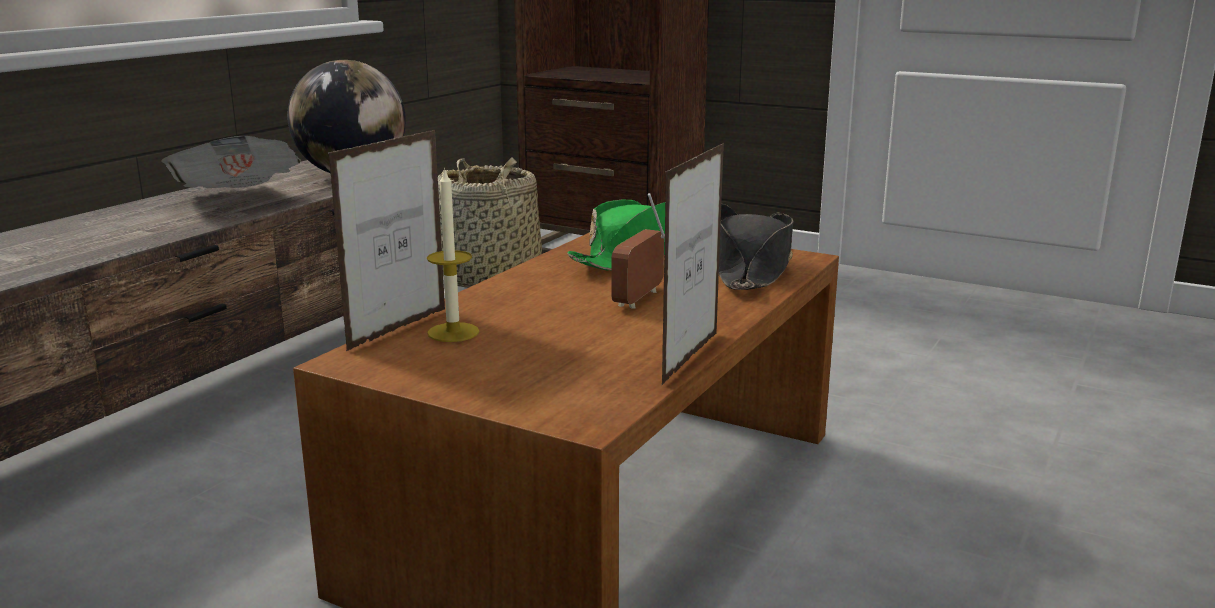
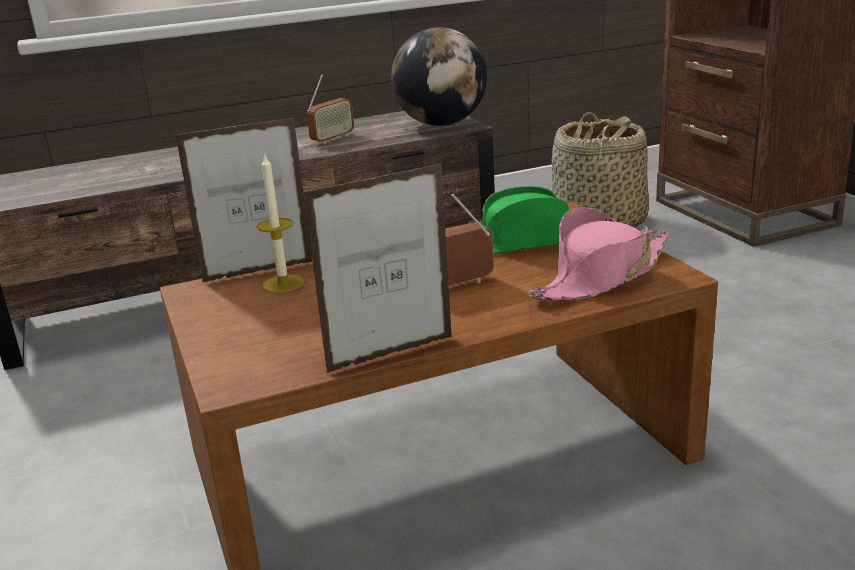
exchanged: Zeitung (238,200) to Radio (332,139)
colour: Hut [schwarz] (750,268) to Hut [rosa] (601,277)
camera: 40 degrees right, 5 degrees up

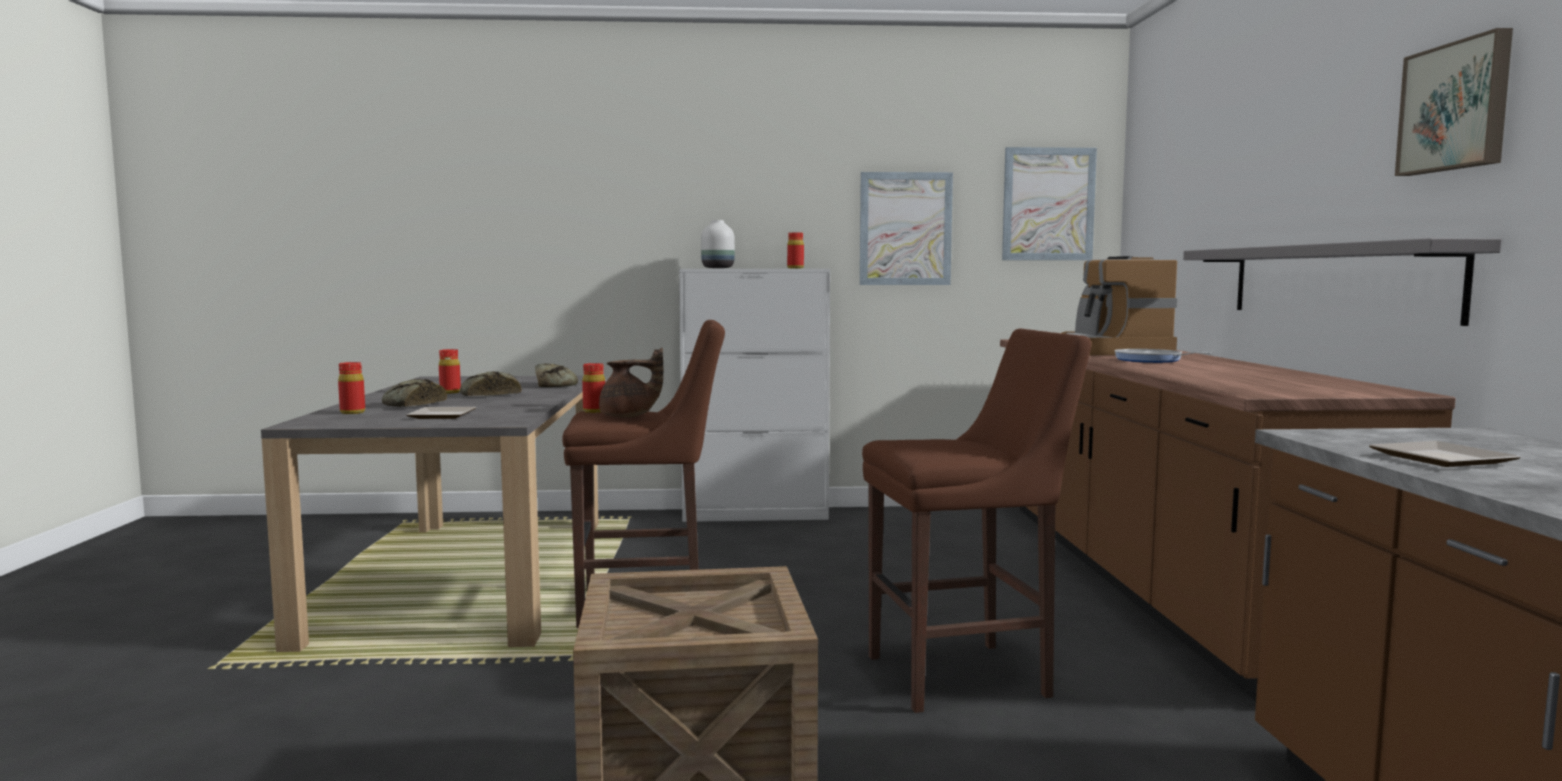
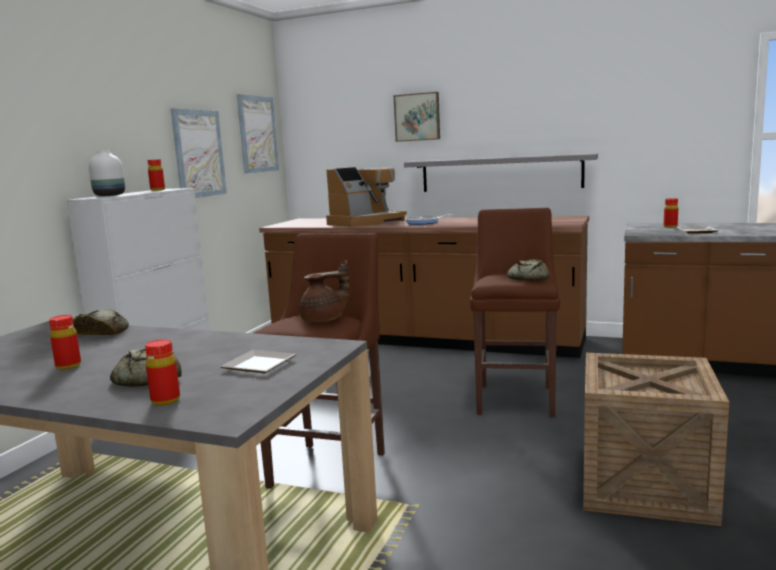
relocated: Bild (1456,107) to (417,117); Brot (488,394) to (527,278); Flasche [rot] (594,411) to (670,227)
spun: Teekanne [braun] (628,416) = (324,320) 45 degrees clockwise; Kaffeemaschine (1109,350) = (366,222) 60 degrees counterclockwise
camera: 65 degrees left, 5 degrees up

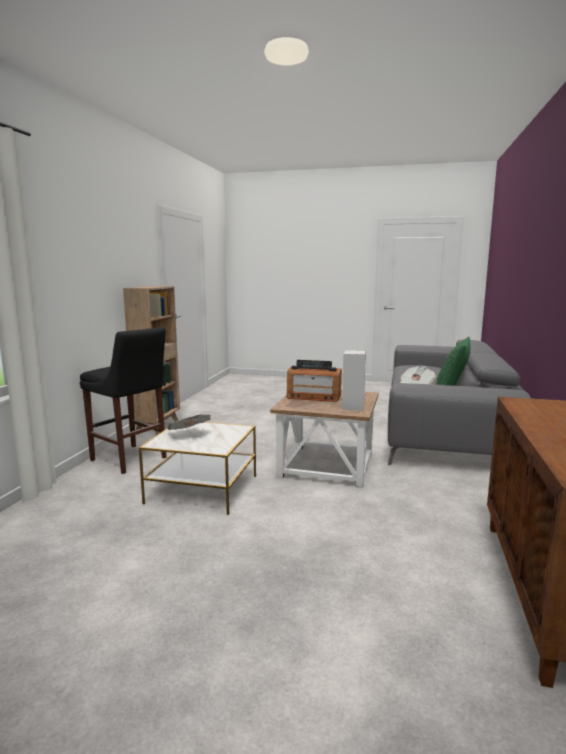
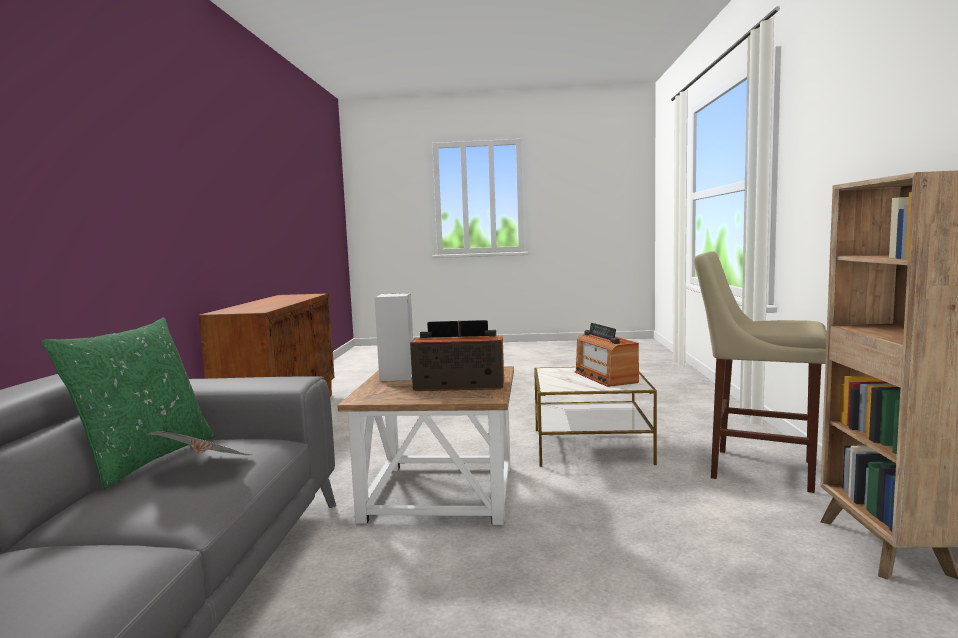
exchanged: Zeitung (189,434) to Radio (605,377)
colour: Hocker [schwarz] (130,460) to Hocker [beige] (755,468)
camera: 170 degrees right, 5 degrees down

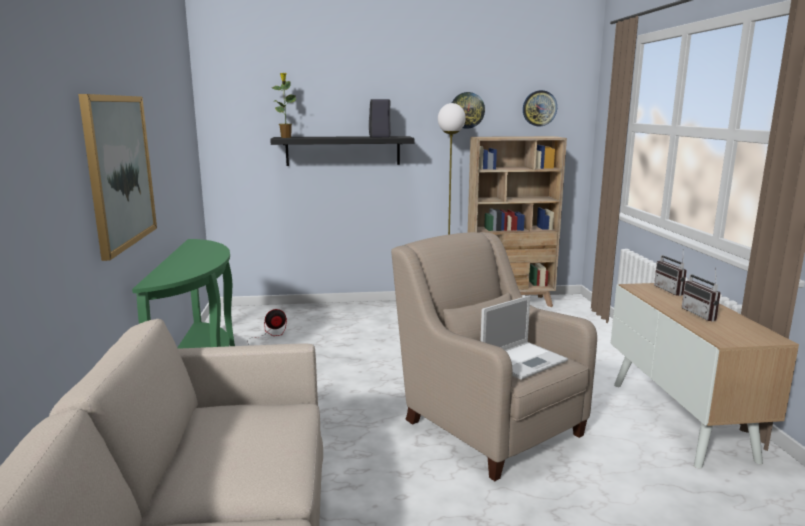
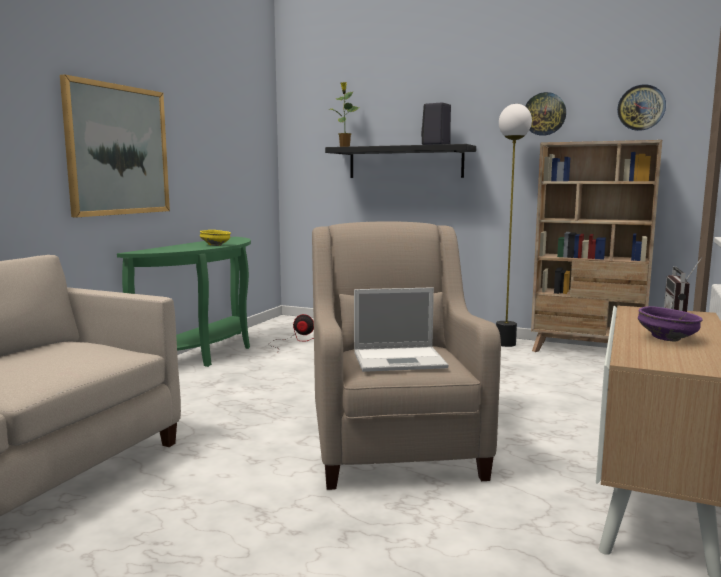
appeared: Schüssel [gelb] (216,245)
exchanged: Radio (703,315) to Schüssel [lila] (668,339)
camera: 30 degrees right, 5 degrees down

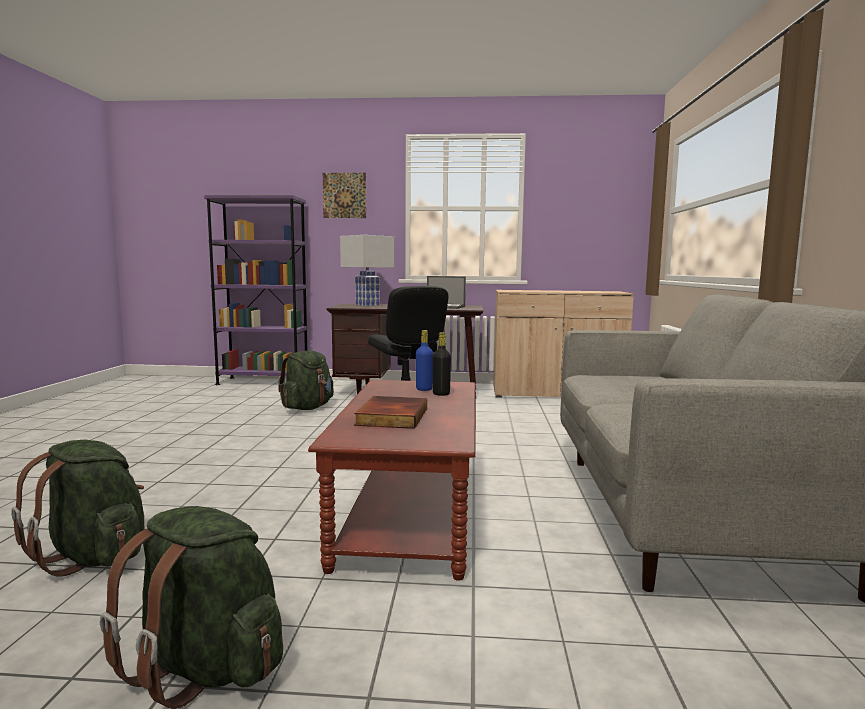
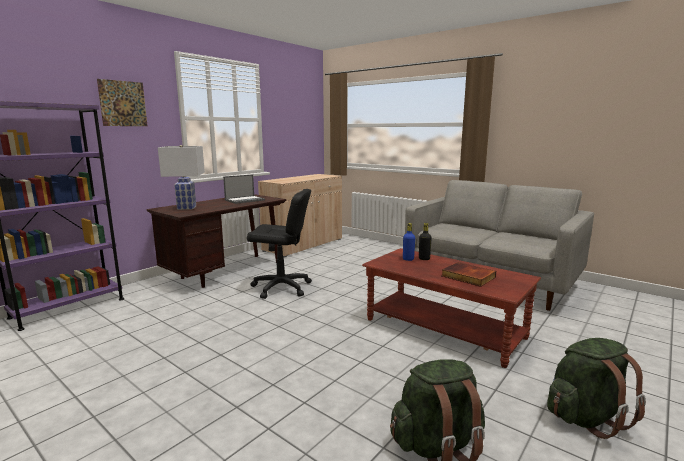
missing: Rucksack [grün] (307,408)
camera: 55 degrees left, 5 degrees up

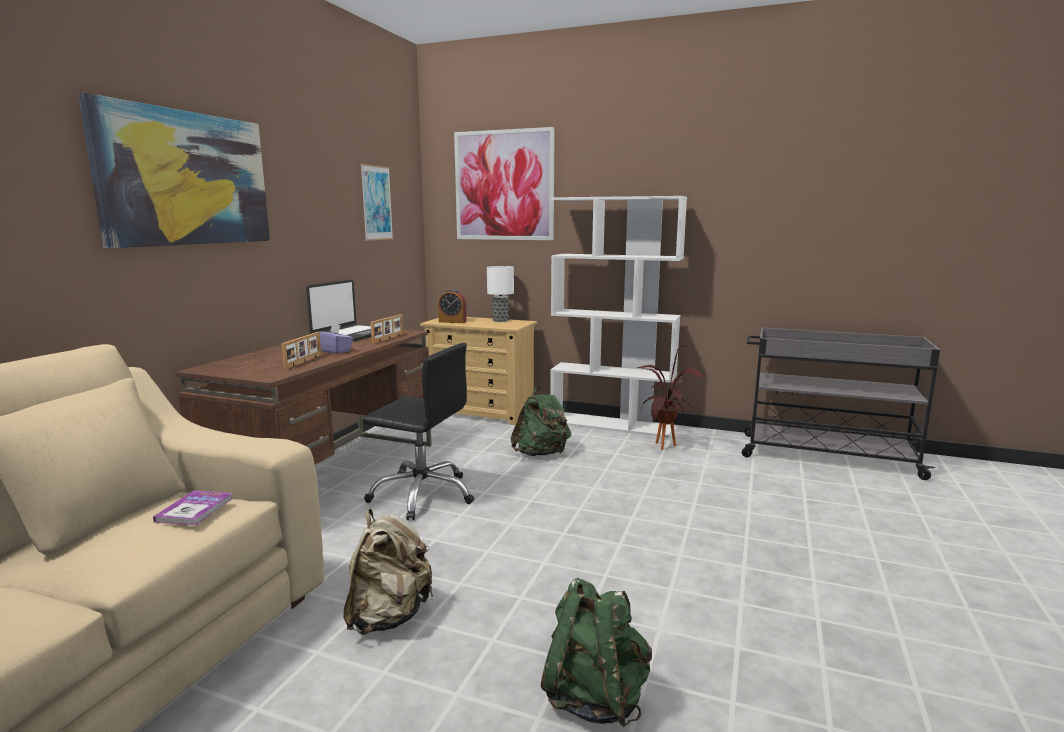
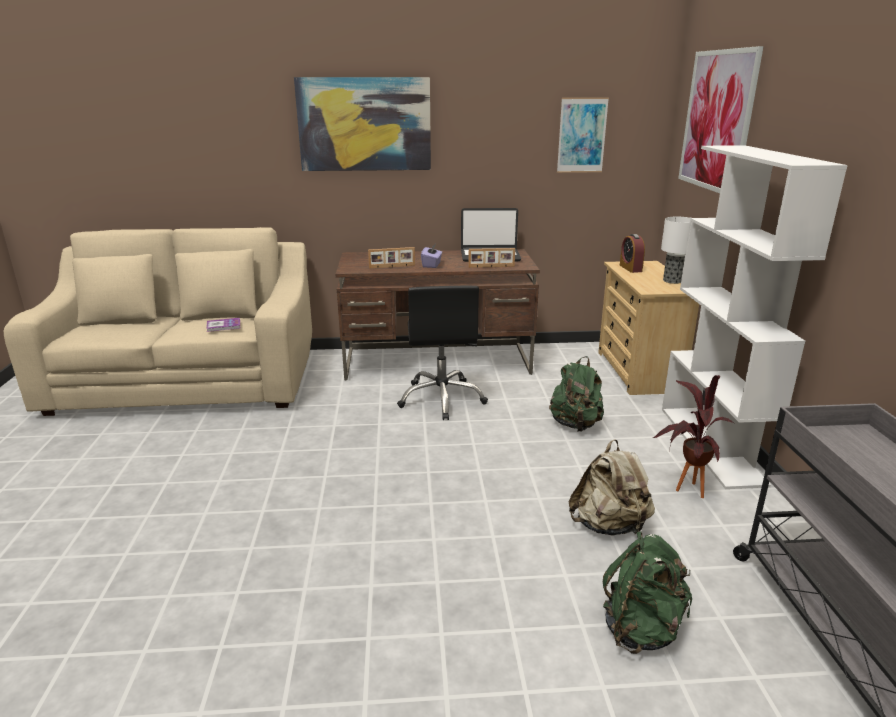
relocated: Rucksack [beige] (389,616) to (609,525); Rucksack [grün] (595,697) to (641,629)
camera: 65 degrees right, 10 degrees up

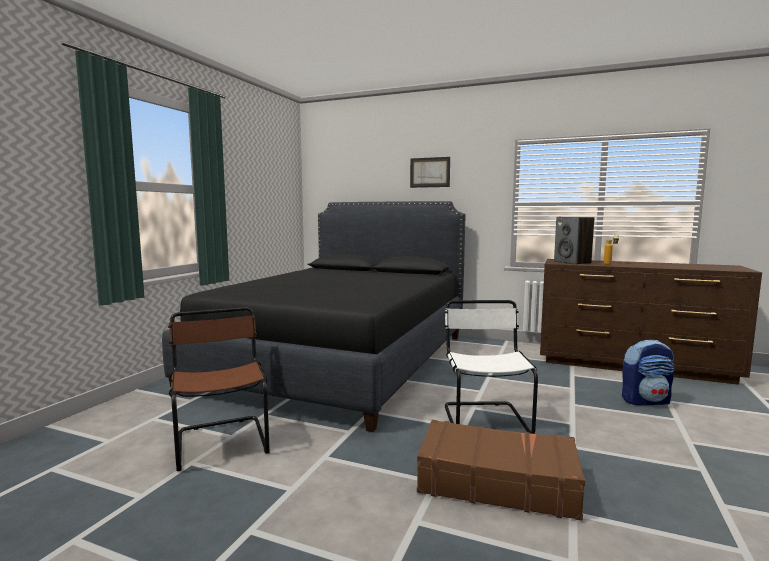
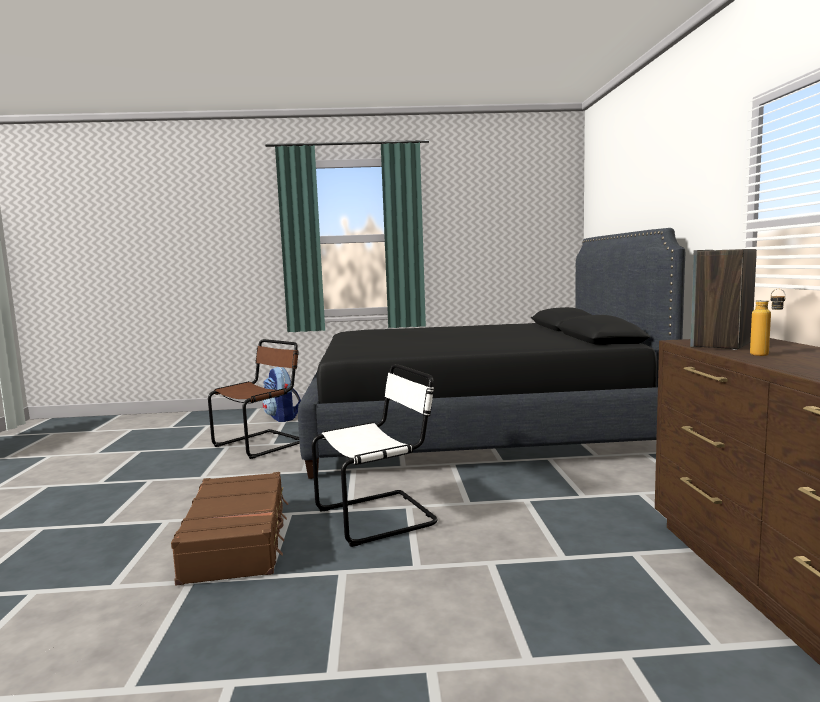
missing: Bild (430,172)
relocated: Rucksack (645,401) to (282,418)
camera: 65 degrees right, 0 degrees up

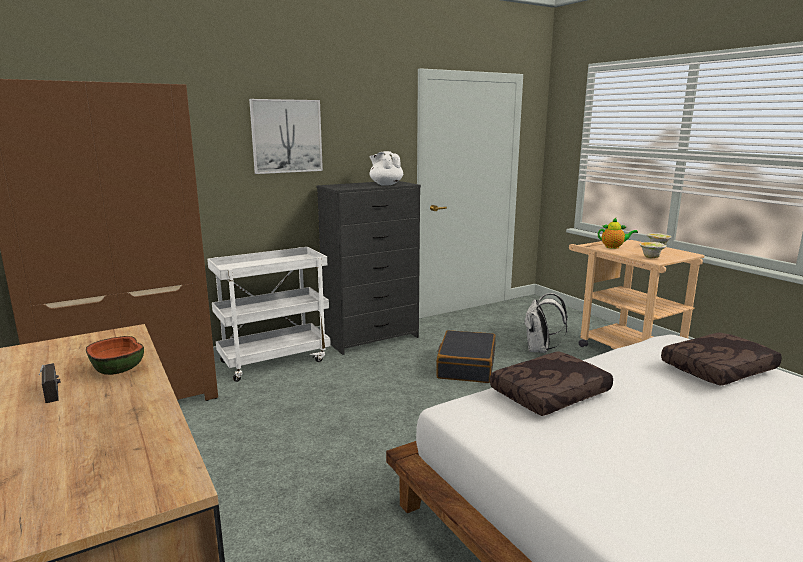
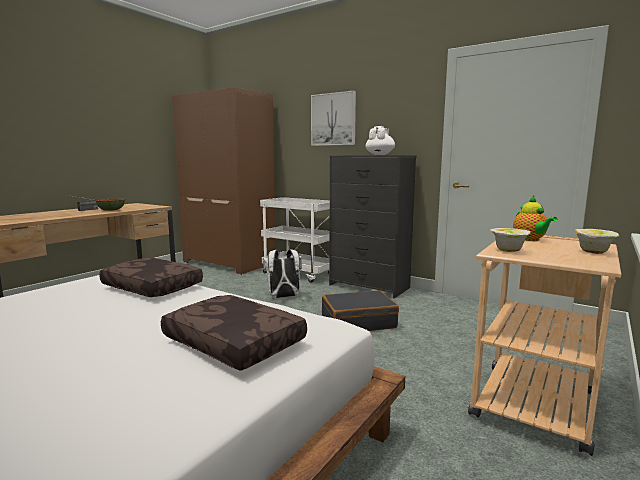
relocated: Rucksack [weiß] (540,350) to (283,297)
camera: 65 degrees right, 5 degrees down

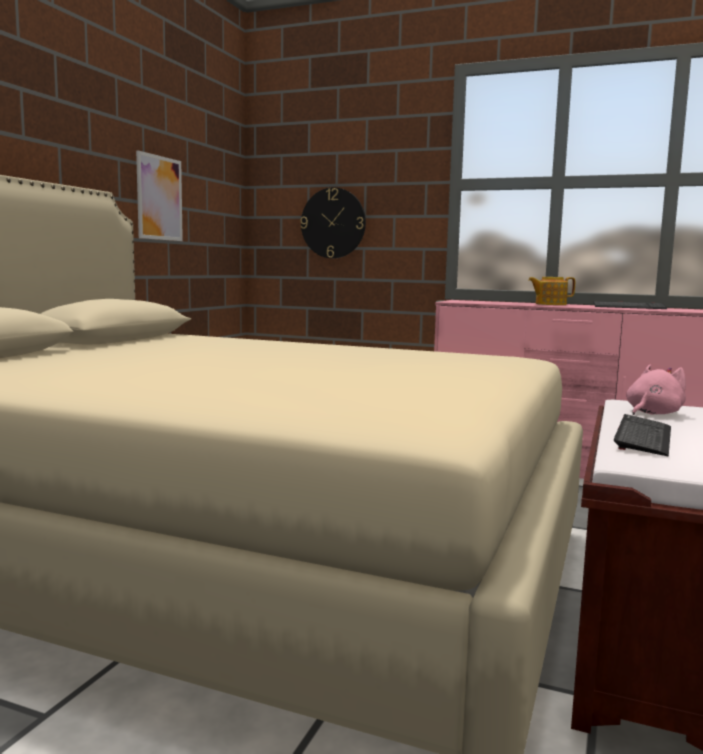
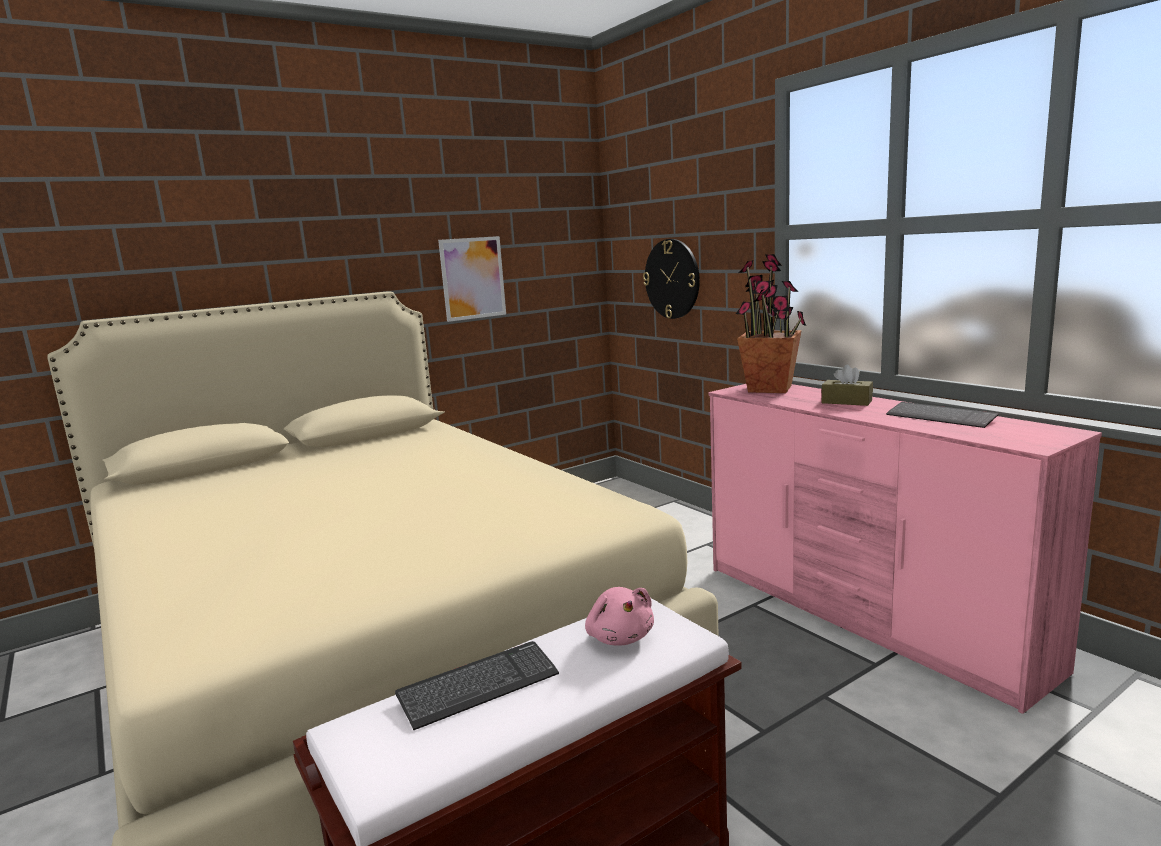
appeared: Topfpflanze (770,389)
exchanged: Teekanne (550,304) to Taschentuchbox [braun] (846,402)
spun: Plüschtier [rosa] (652,413) = (619,637) 75 degrees clockwise
camera: 35 degrees right, 5 degrees up

